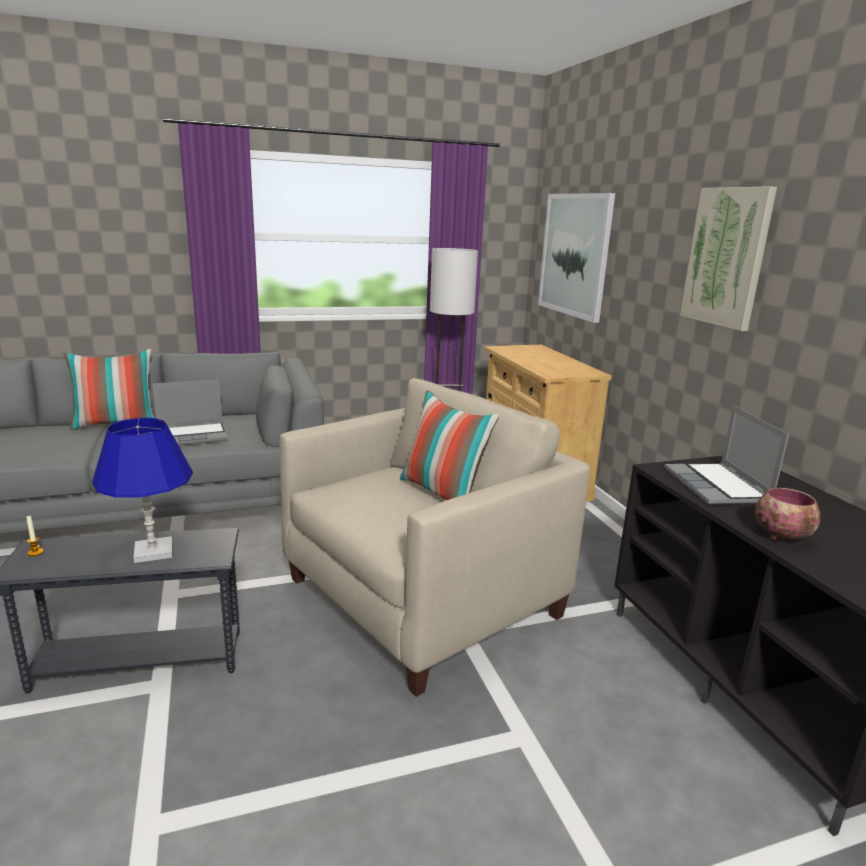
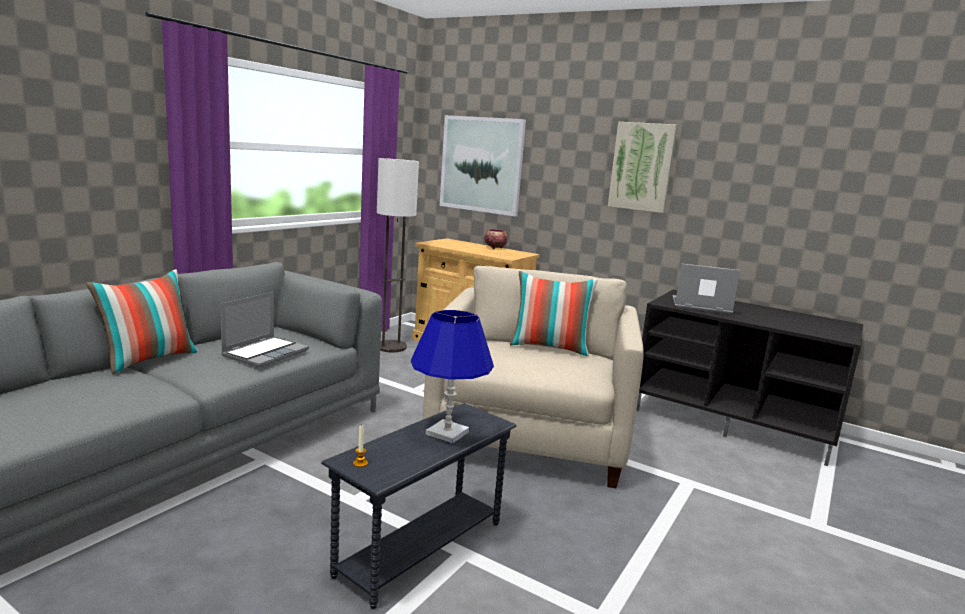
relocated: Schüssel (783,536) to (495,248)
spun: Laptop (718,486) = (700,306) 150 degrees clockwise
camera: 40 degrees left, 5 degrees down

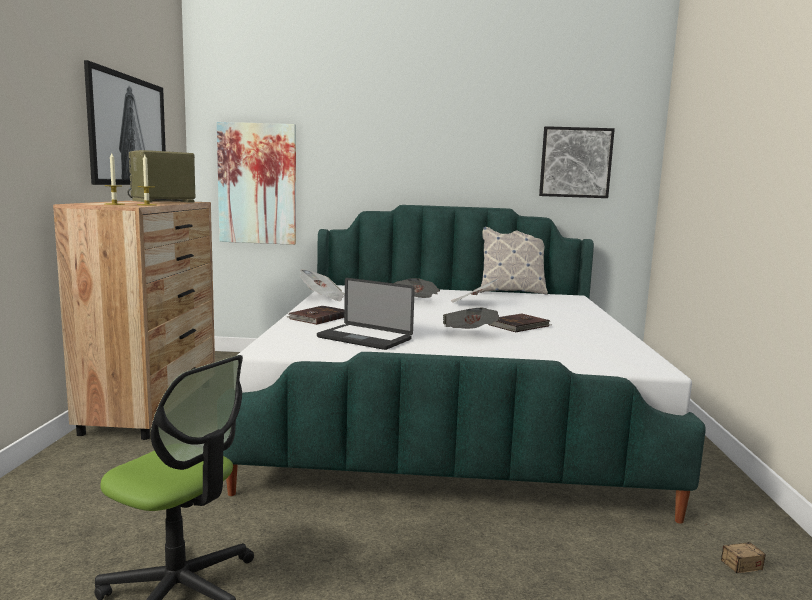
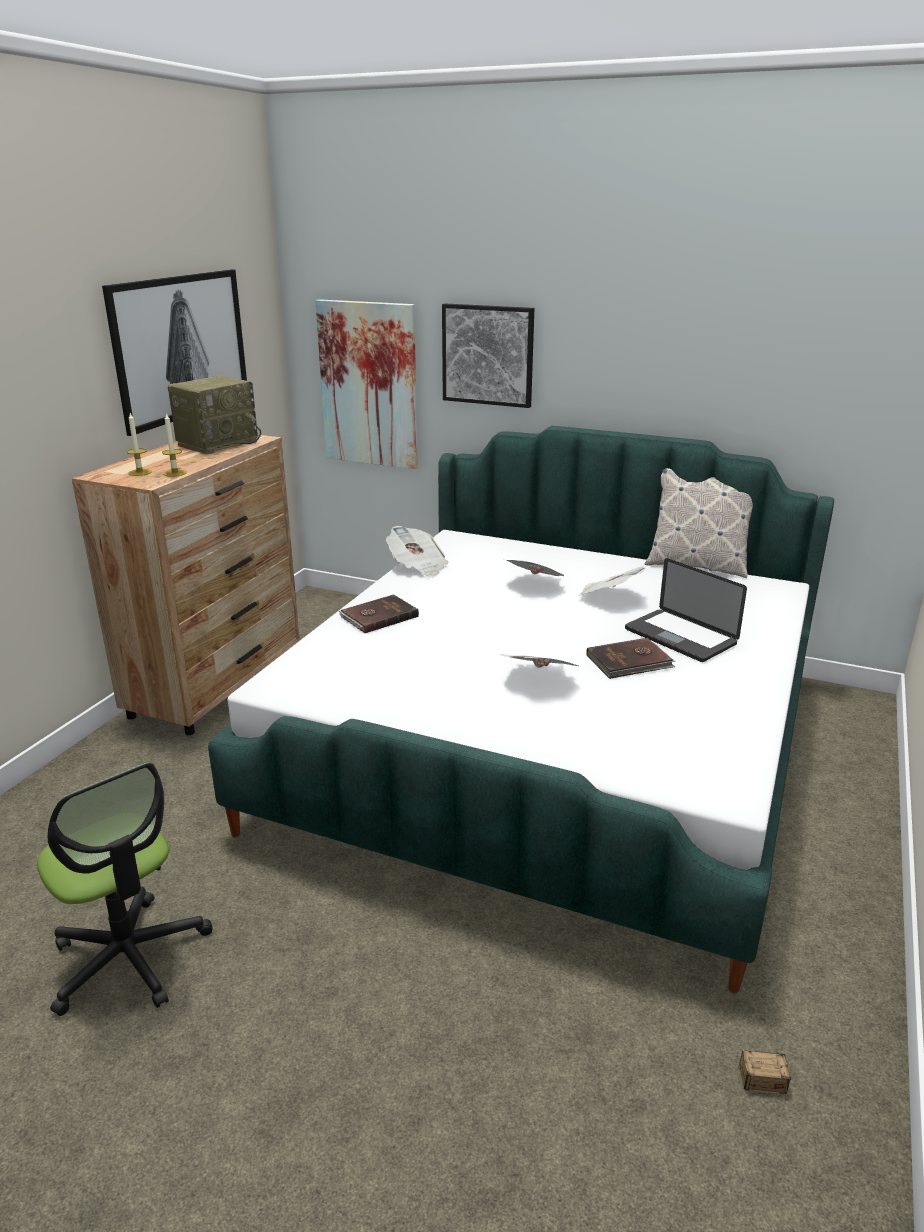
relocated: Bild (575,162) to (488,355); Laptop (364,338) to (680,637)
spun: Radio (162,201) = (218,443) 150 degrees clockwise
camera: 20 degrees right, 15 degrees up

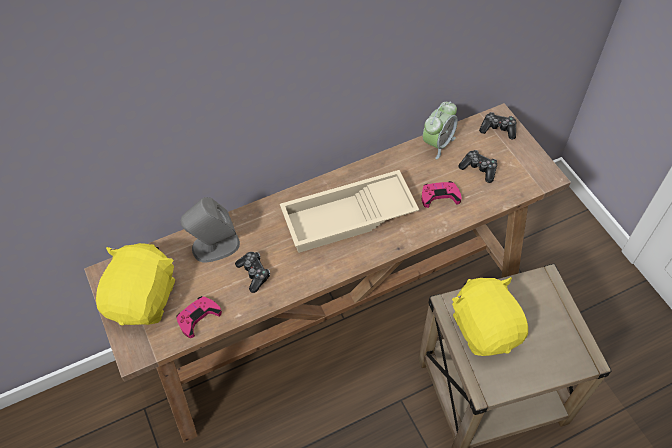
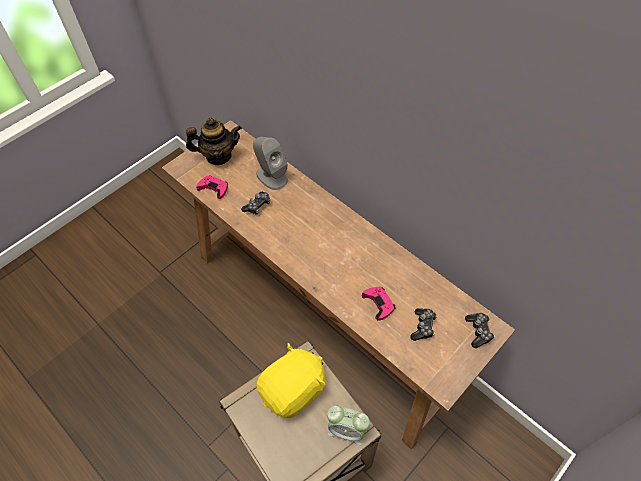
missing: Tablett [beige] (348,218)
relocated: Wecker (437,143) to (346,430)
exchanged: Plüschtier [gelb] (144,298) to Teekanne (218,156)
camera: 70 degrees right, 0 degrees up

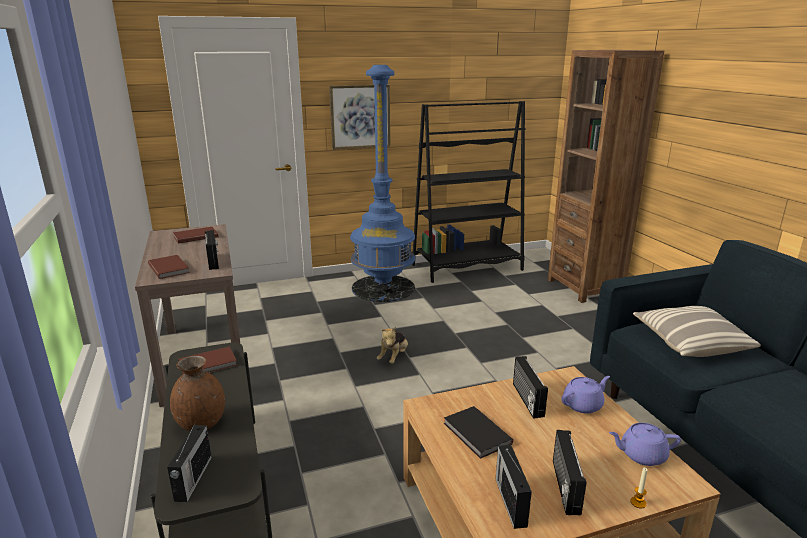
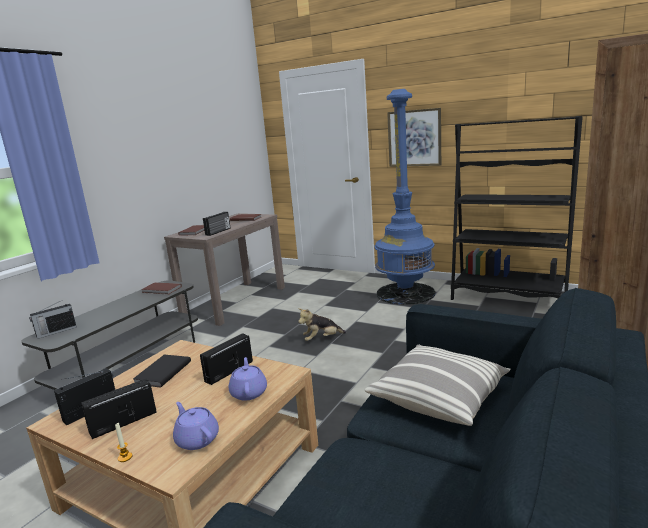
missing: Vase [braun] (201,423)
spun: Teekanne [lila] (583,405) = (249,392) 120 degrees counterclockwise
camera: 50 degrees right, 5 degrees down

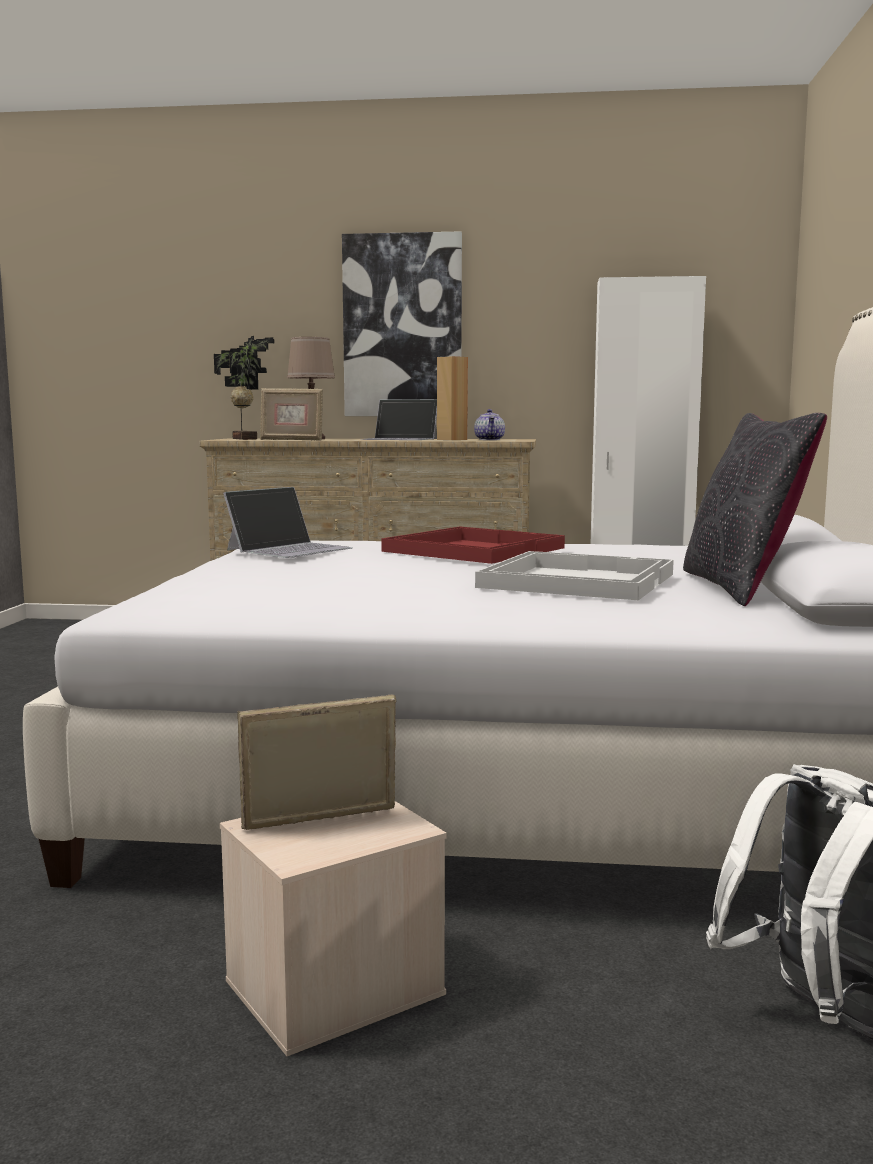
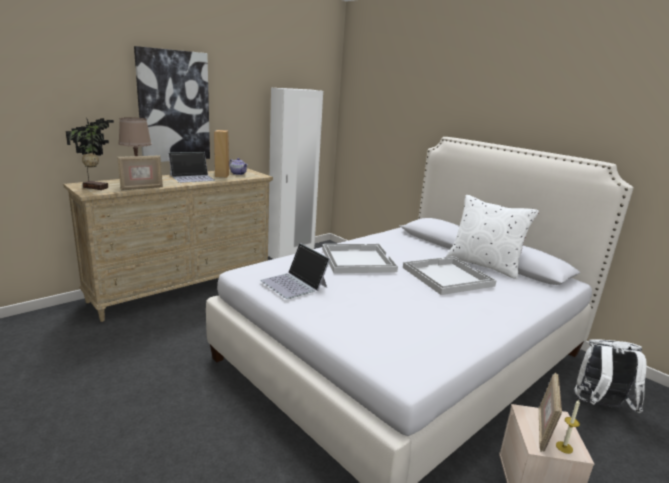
appeared: Kerze (564,447)
colour: Tablett [rot] (473,549) to Tablett [weiß] (357,260); Kissen [schwarz] (741,587) to Kissen [weiß] (484,265)
spun: Laptop (290,549) = (294,284) 150 degrees clockwise
camera: 50 degrees left, 10 degrees up

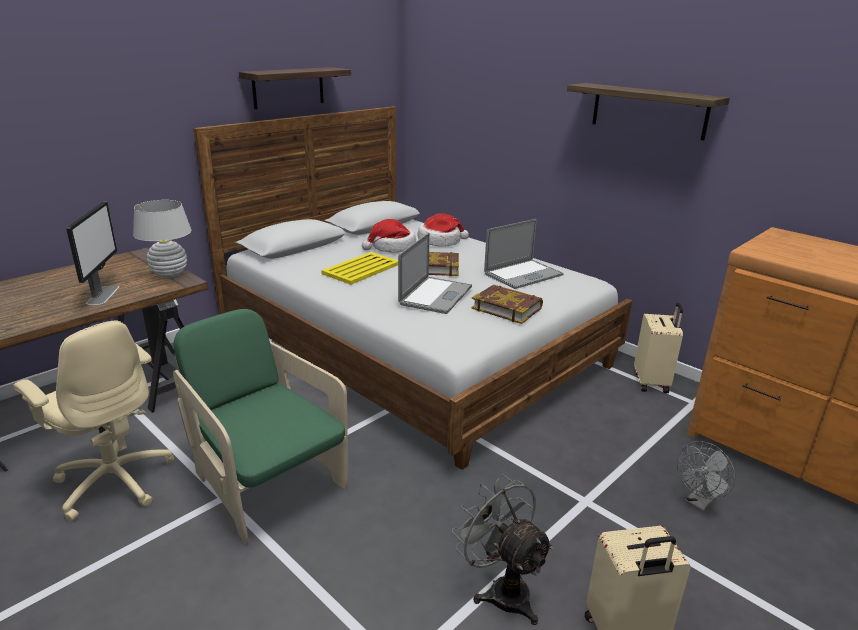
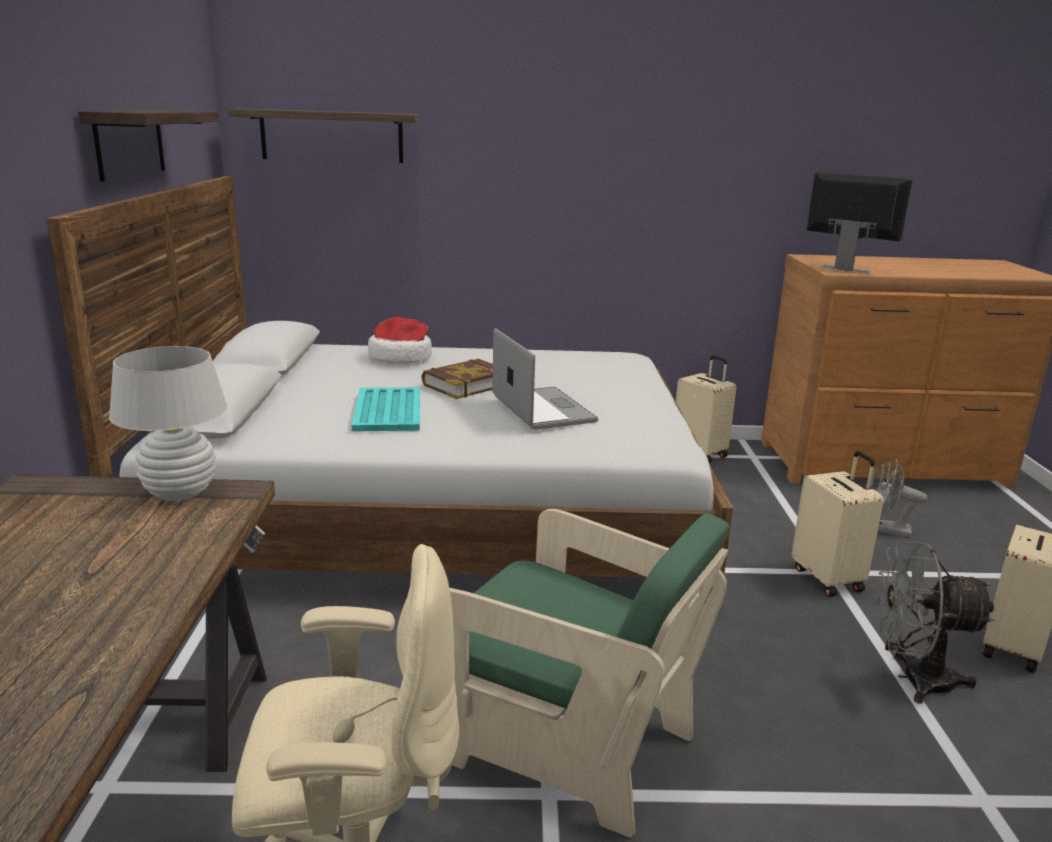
missing: Hut (392,247); Buch (507,308); Laptop (523,274)
appeared: Koffer [beige] (828,579)
relocated: Wandregal (648,110) to (332,136); Monitor (103,295) to (845,269)
colour: Tablett [gelb] (362,269) to Tablett [türkis] (388,410)
spun: Sessel [grün] (267,484) = (567,742) 150 degrees counterclockwise; Ventilator [grau] (699,502) = (885,530) 105 degrees clockwise
camera: 45 degrees left, 5 degrees down

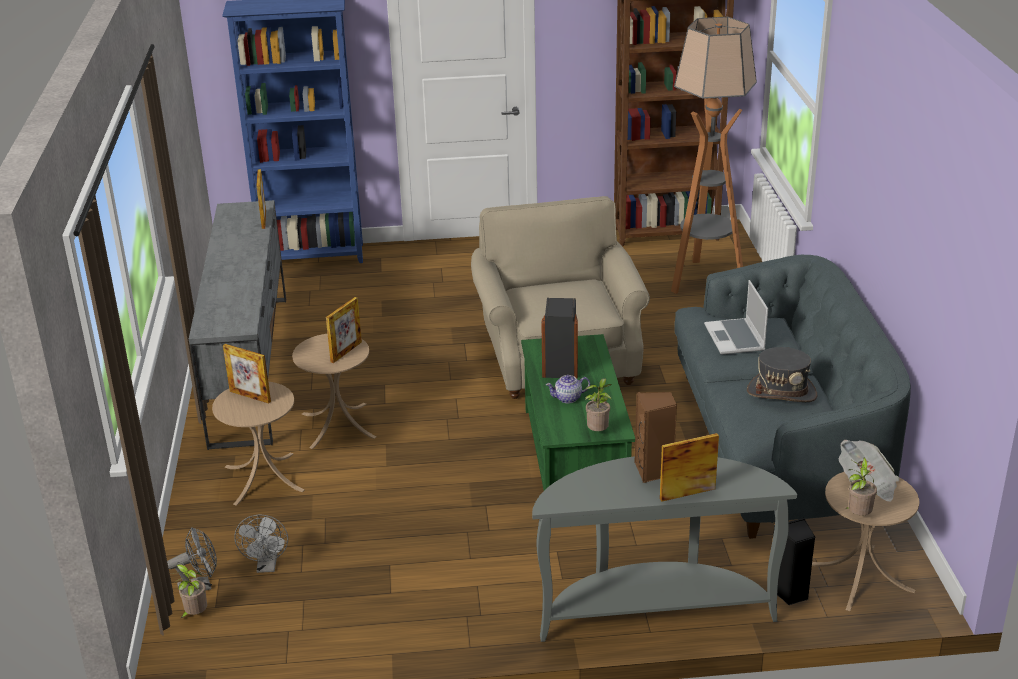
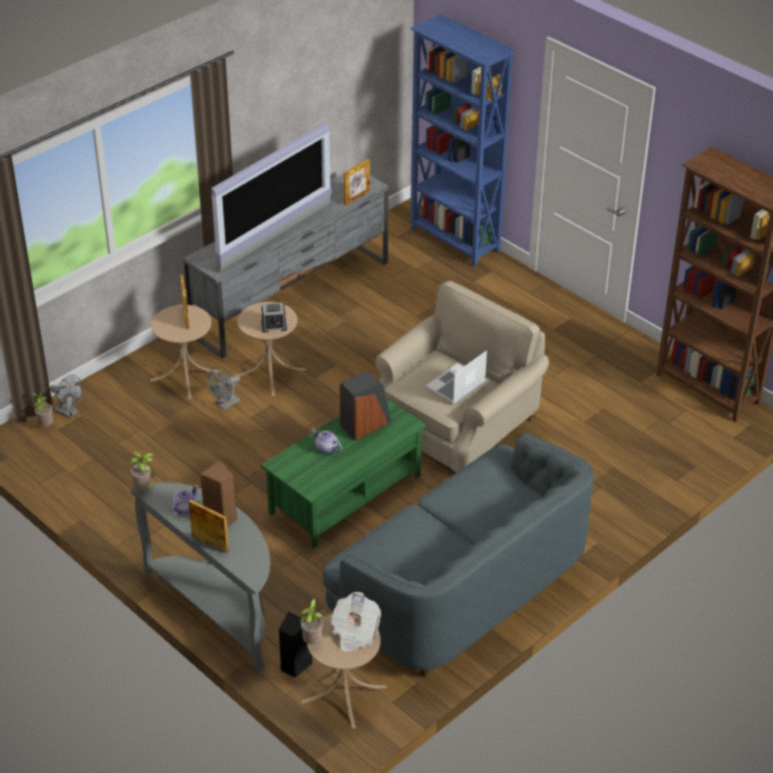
missing: Stehlampe (704,280); Hut [grau] (781,392)
appeared: Teekanne (185,509); Fernseher (275,238)
relocated: Topfpflanze (598,432) to (144,489); Ventilator [grau] (267,566) to (225,405); Laptop (735,338) to (455,386)
exchanged: Bilderrahmen (346,352) to Wecker (274,326)
camera: 50 degrees right, 10 degrees up

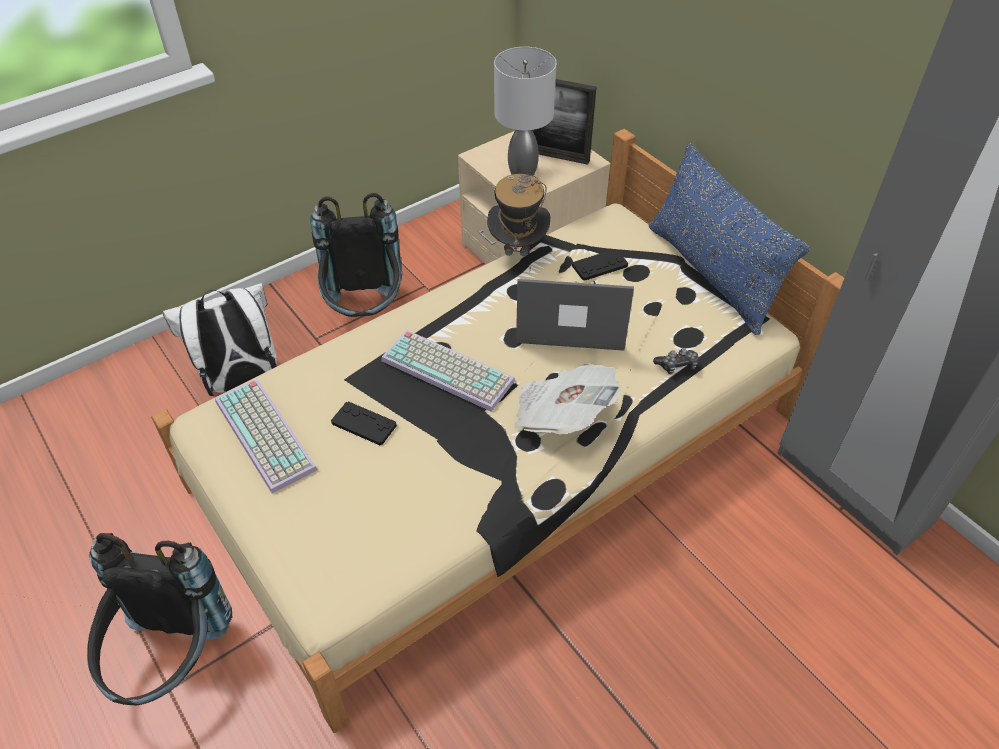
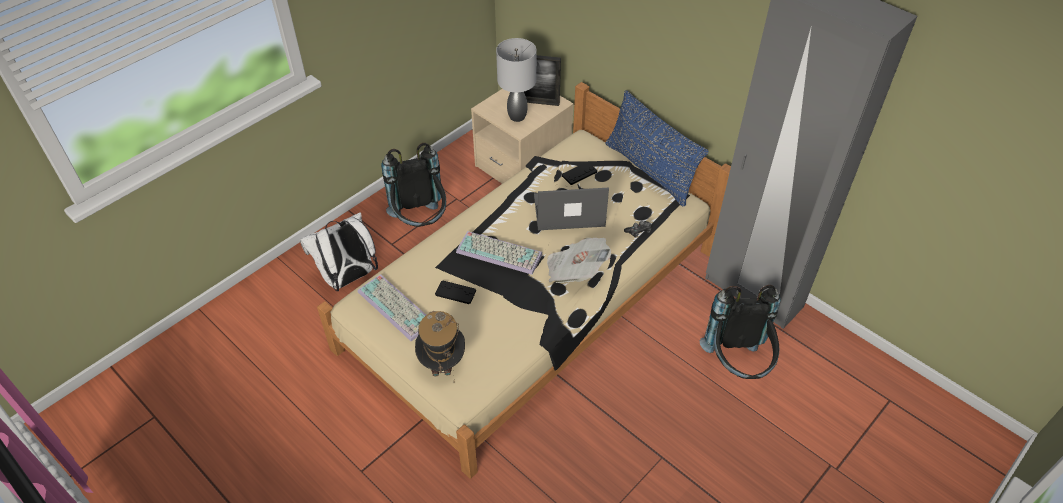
relocated: Hut (518,250) to (442,363); Rucksack [schwarz] (172,661) to (737,365)
camera: 10 degrees left, 0 degrees up

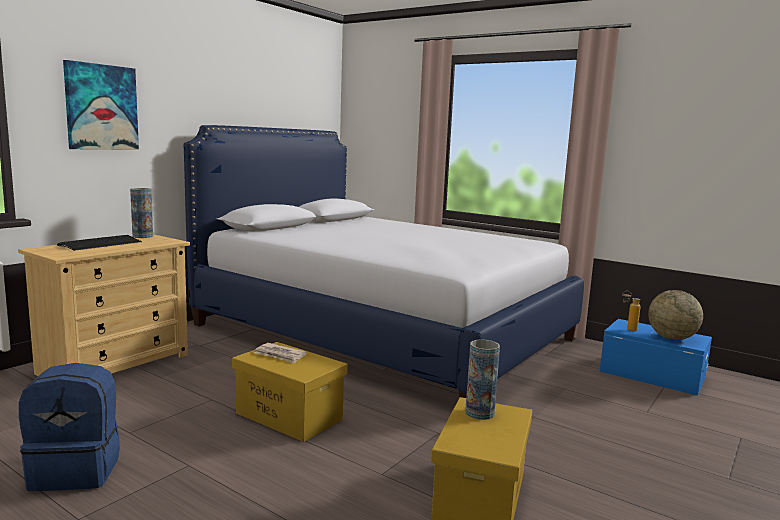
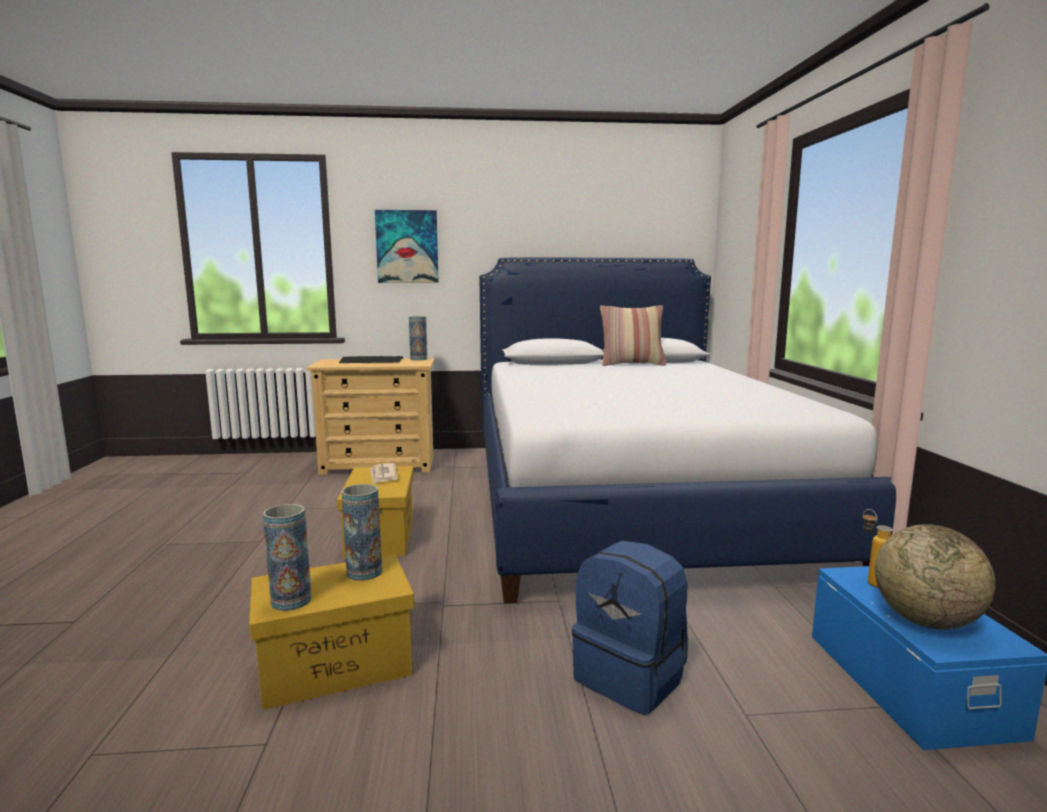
appeared: Vase (291,601); Kissen (632,364)
relocated: Rucksack [blau] (77,471) to (631,677)
camera: 50 degrees right, 0 degrees up

